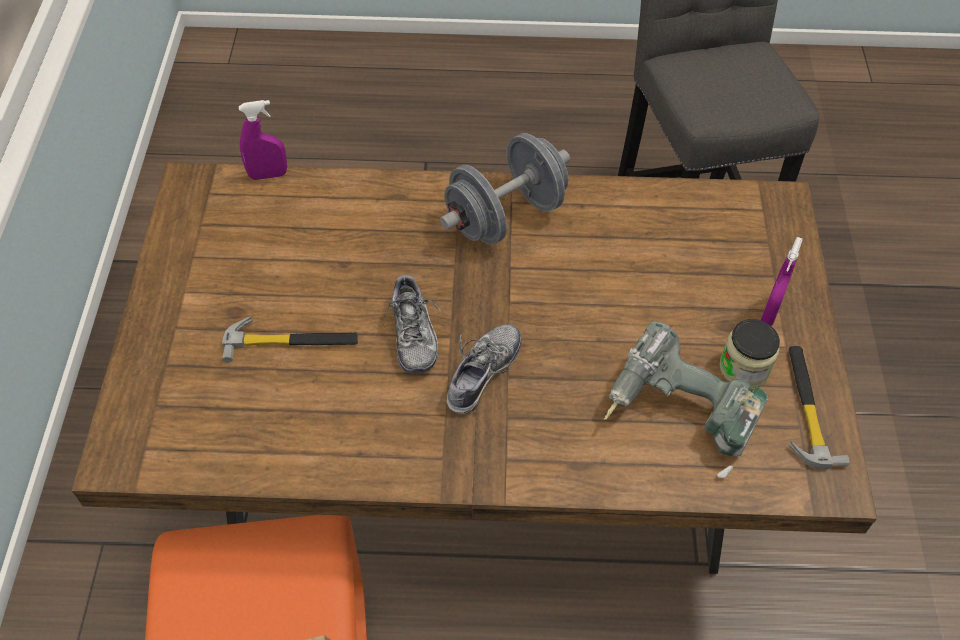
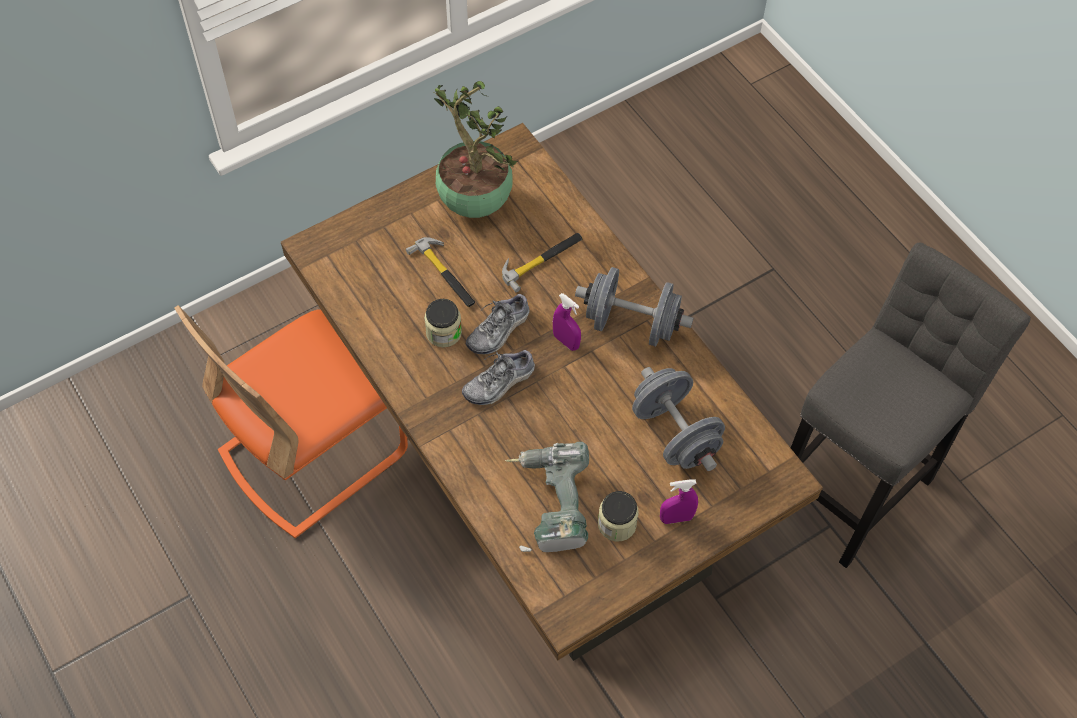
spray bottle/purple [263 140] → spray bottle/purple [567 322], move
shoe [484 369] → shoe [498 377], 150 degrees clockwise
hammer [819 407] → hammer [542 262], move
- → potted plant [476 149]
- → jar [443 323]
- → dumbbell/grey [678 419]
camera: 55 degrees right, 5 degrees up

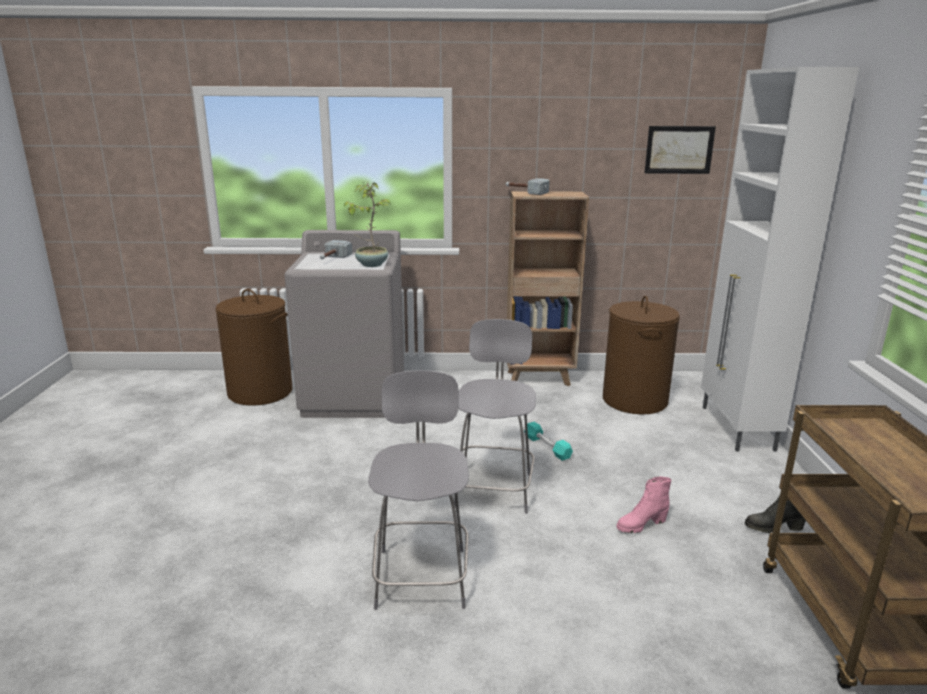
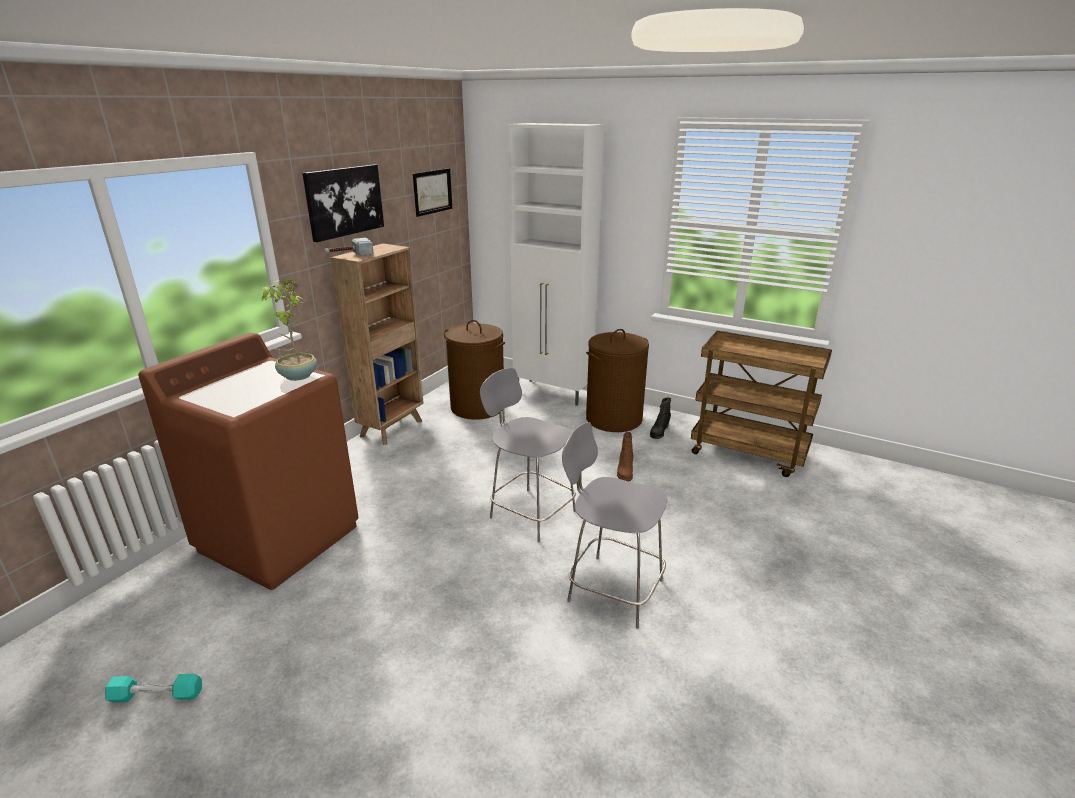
washing machine/grey [344 324] → washing machine/brown [248 461]
hammer [336 249] → -
laundry basket/brown [253 347] → laundry basket/brown [617 380], move
dumbbell/turquoise [548 441] → dumbbell/turquoise [153 688], move
boot/pink [643 504] → boot/brown [625 456]
- → picture [343 203]
camera: 60 degrees left, 5 degrees up

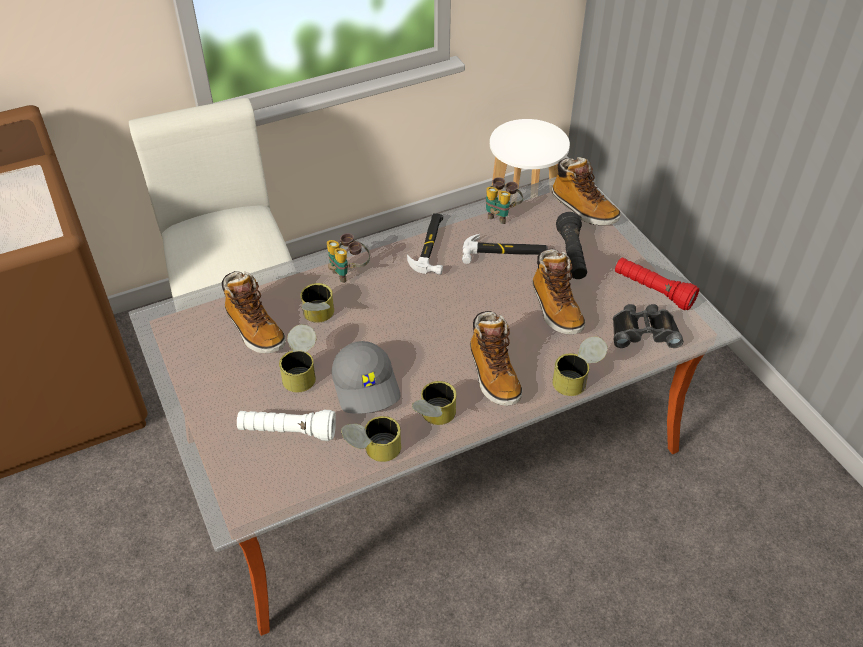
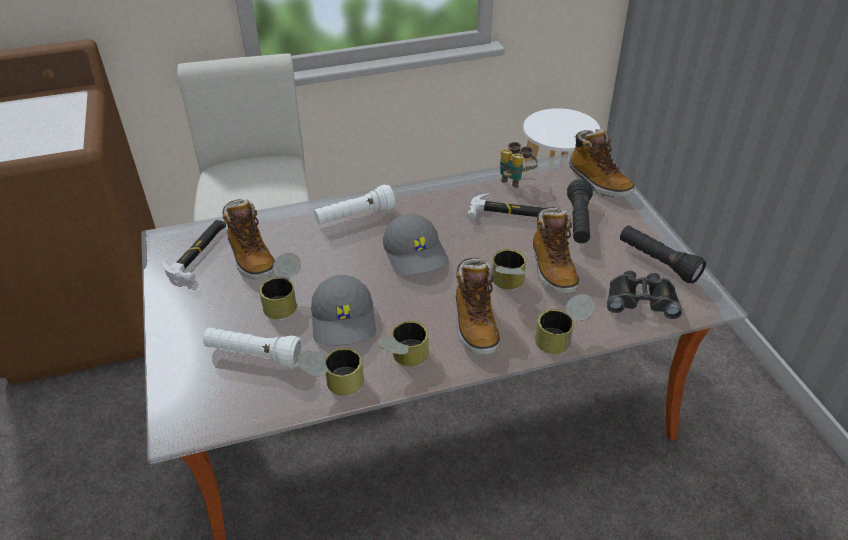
hammer [425 244] → hammer [194 251], move
binoculars [348 258] → flashlight/white [354 205]
flashlight/red [657 283] → flashlight/black [663 254]
can [317 303] → can [509 269], move
- → cap/grey [416 245]
camera: 10 degrees right, 5 degrees down

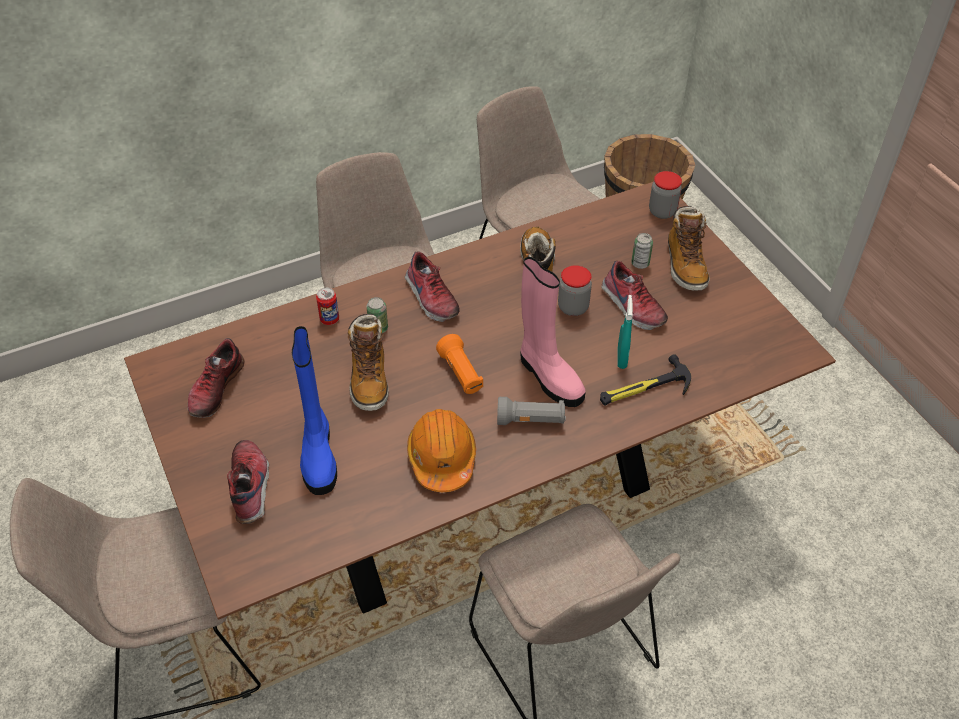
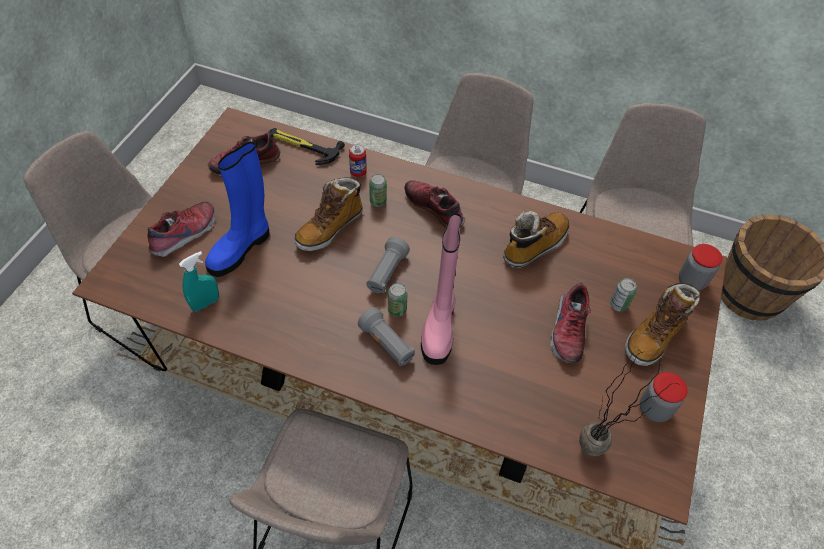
shoe [432 287] → shoe [434 204], 120 degrees clockwise
jar [575 290] → jar [664 397], move
spray bottle/turquoise [625 332] → spray bottle/turquoise [199 281], move
flashlight/orange [459 364] → flashlight/grey [388 265]
hammer [645 380] → hammer [307 146], move
hard hat/orange [441 450] → -
- → can [398 300]
- → potted plant [628 403]
camera: 45 degrees right, 5 degrees up

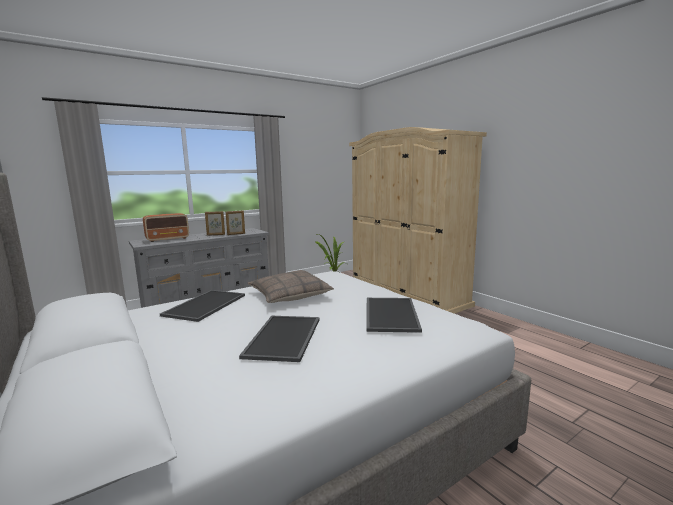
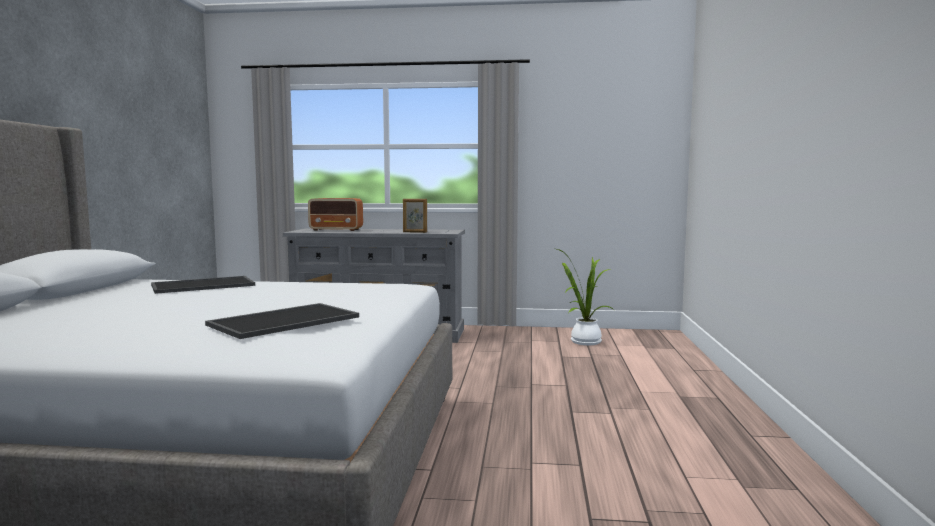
wardrobe/beige [418 220] → -
picture frame [215 223] → -
pillow [290 286] → -
tray [279 339] → -
camera: 40 degrees right, 5 degrees down

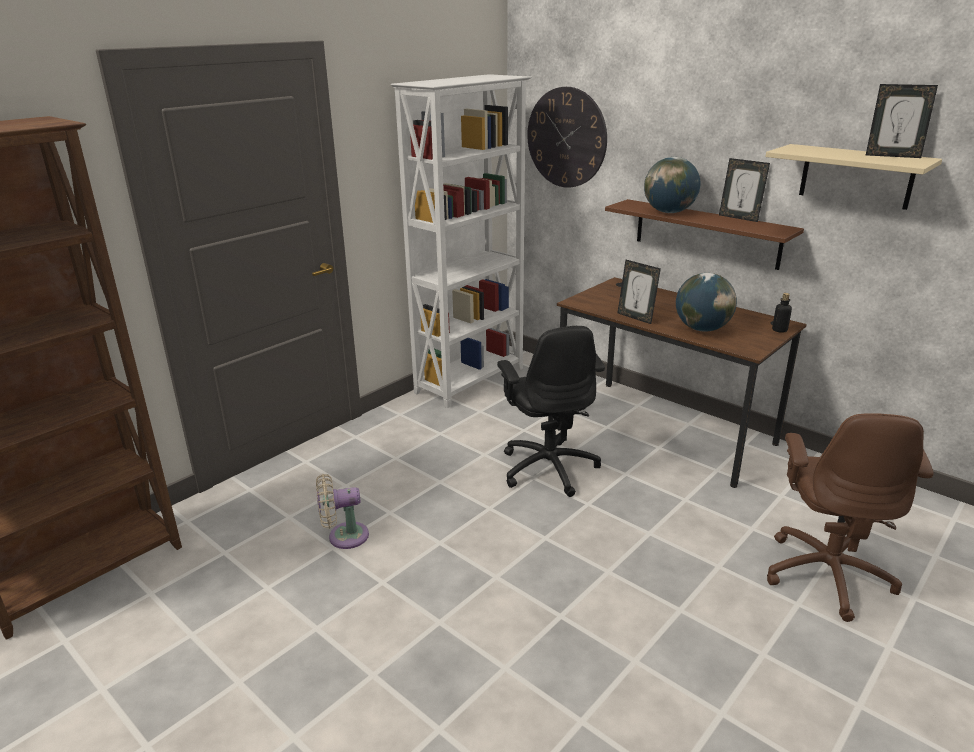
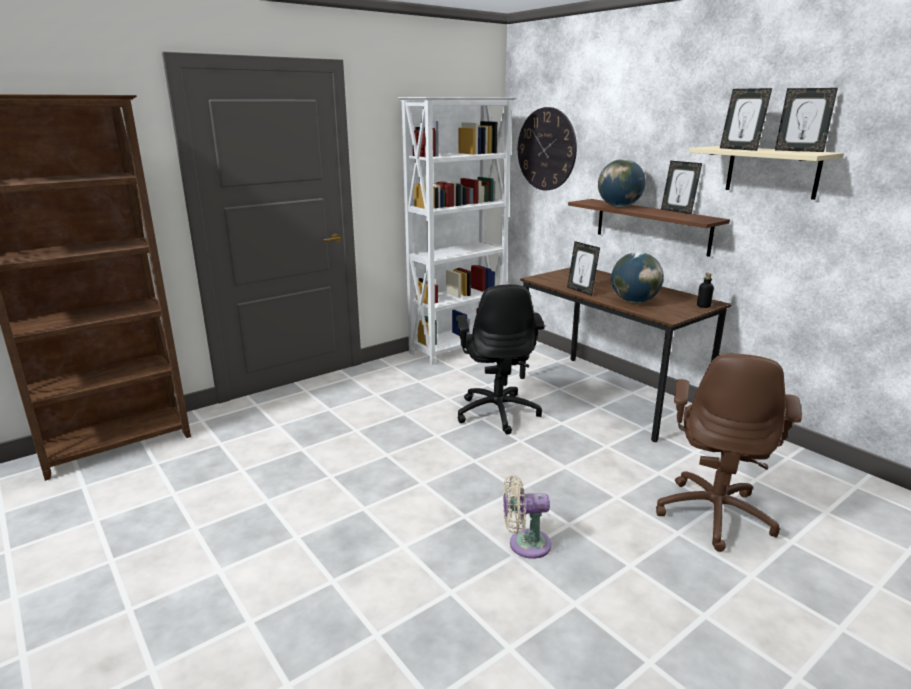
fan/beige [342 511] → fan/beige [527 517], move
- → picture frame [746 119]
camera: 10 degrees right, 5 degrees down

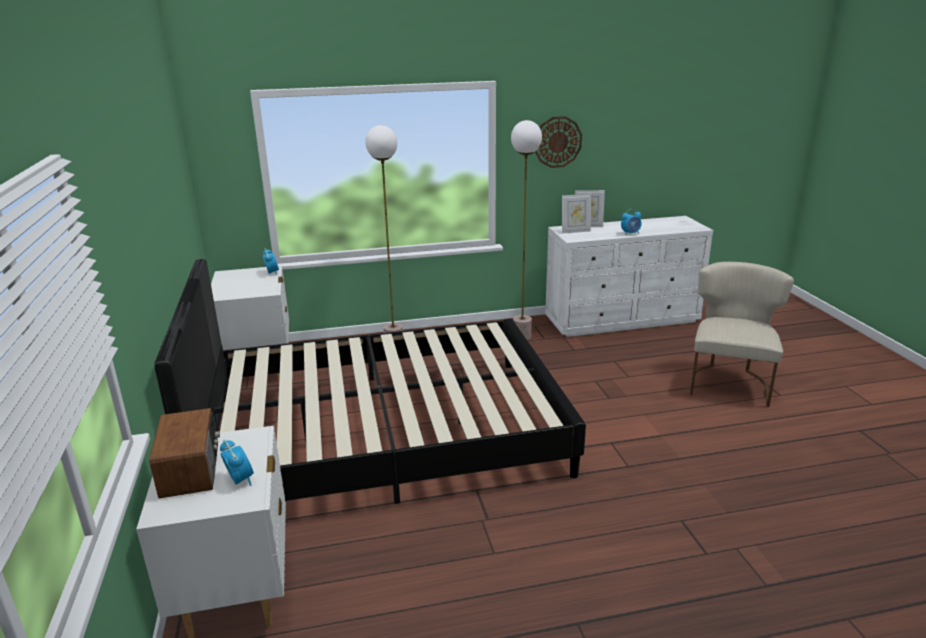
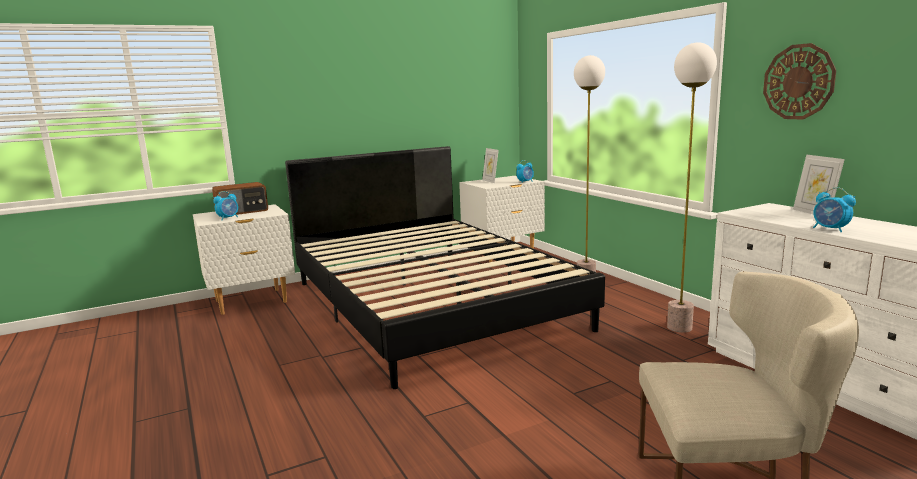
picture frame [576 213] → picture frame [490 165], move
camera: 75 degrees right, 10 degrees down

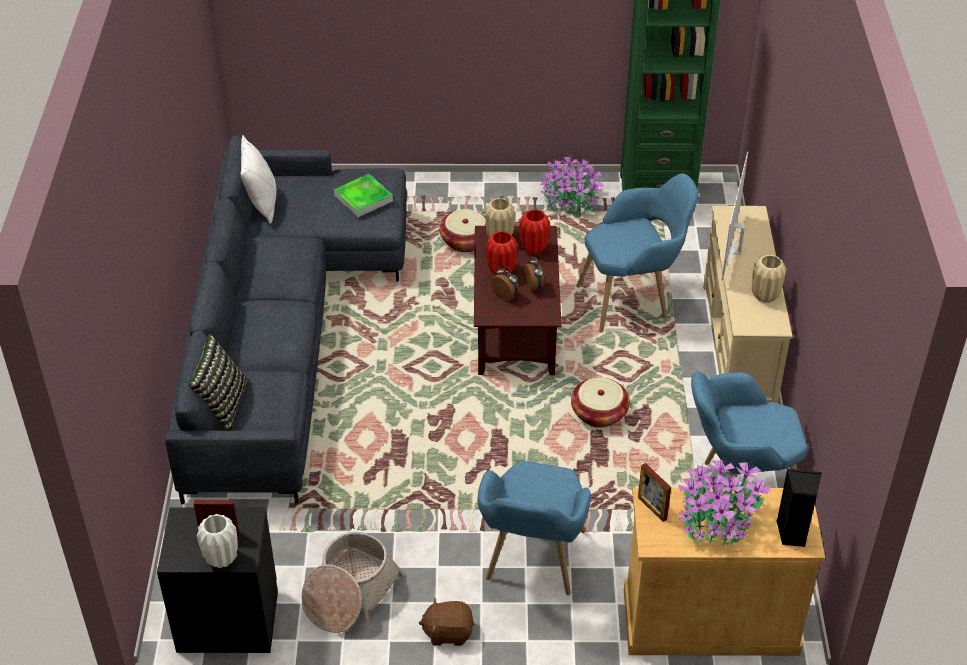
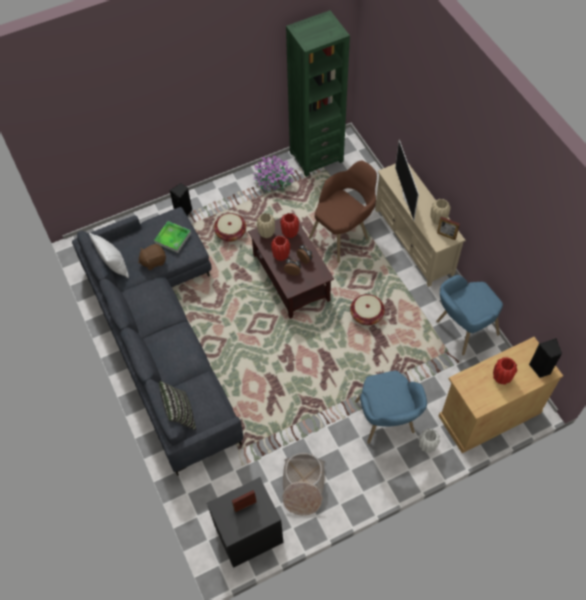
armchair/blue [637 253] → armchair/brown [343 211]
potted plant [724 502] → vase/red [505 370]
picture frame [654 492] → picture frame [448 228], move
vase/white [217 541] → vase/white [429 441], move
plush toy/brown [447 622] → plush toy/brown [152 257], move
- → speaker/black [181 199]
camera: 25 degrees left, 15 degrees up

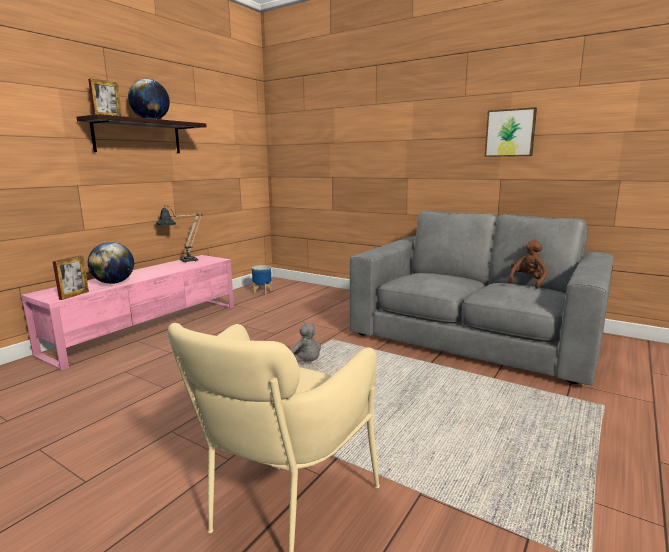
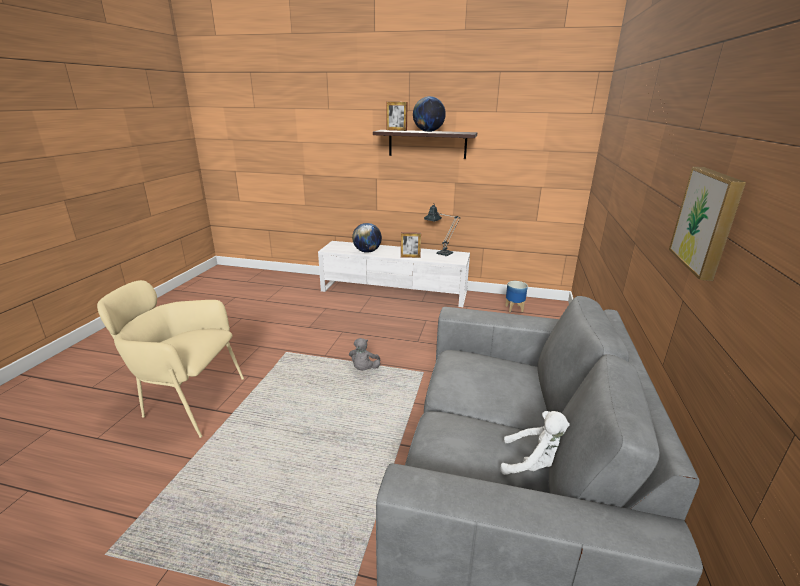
plush toy/brown [528 264] → plush toy/white [535 443]
tv stand/pink [127 312] → tv stand/white [394 274]
picture frame [70 277] → picture frame [411 245], move
camera: 70 degrees right, 10 degrees up

